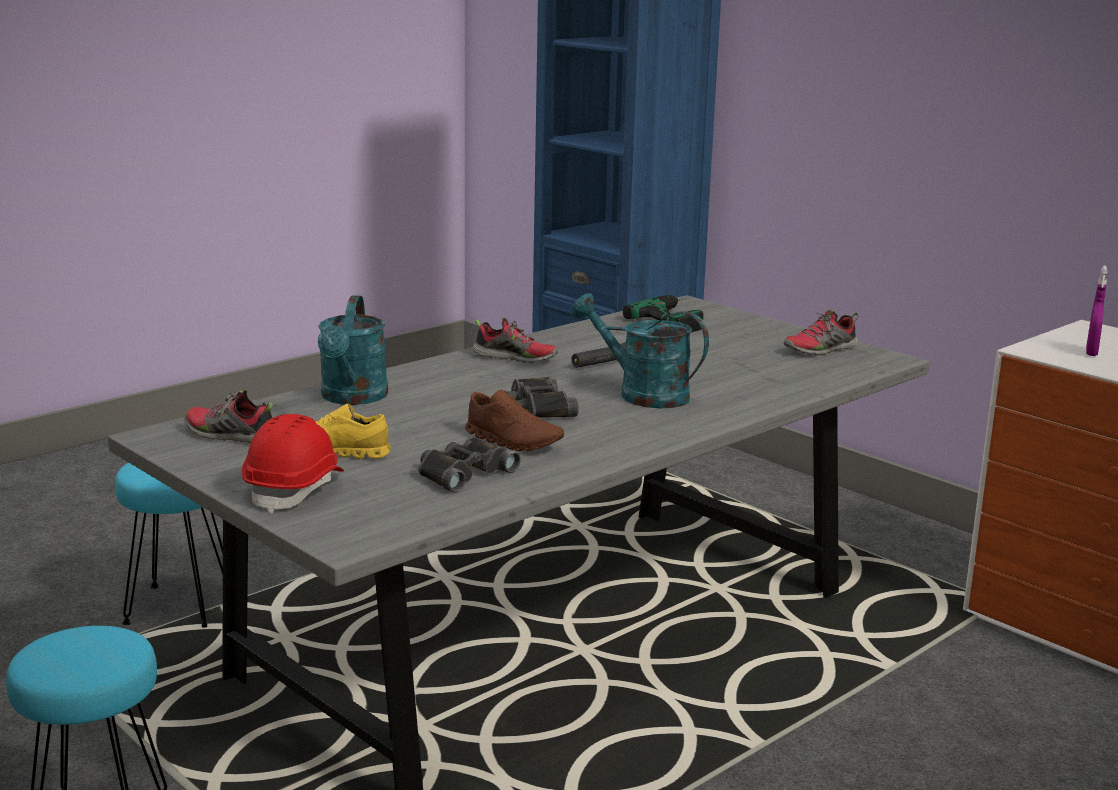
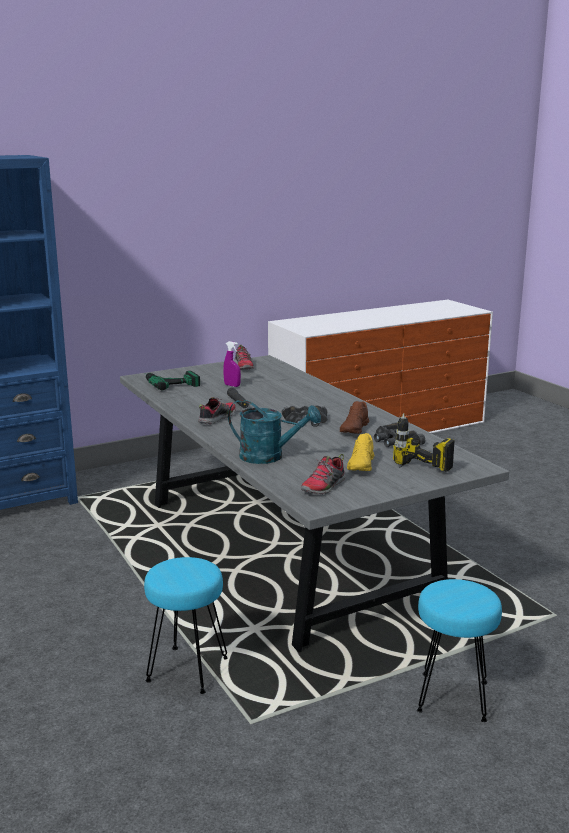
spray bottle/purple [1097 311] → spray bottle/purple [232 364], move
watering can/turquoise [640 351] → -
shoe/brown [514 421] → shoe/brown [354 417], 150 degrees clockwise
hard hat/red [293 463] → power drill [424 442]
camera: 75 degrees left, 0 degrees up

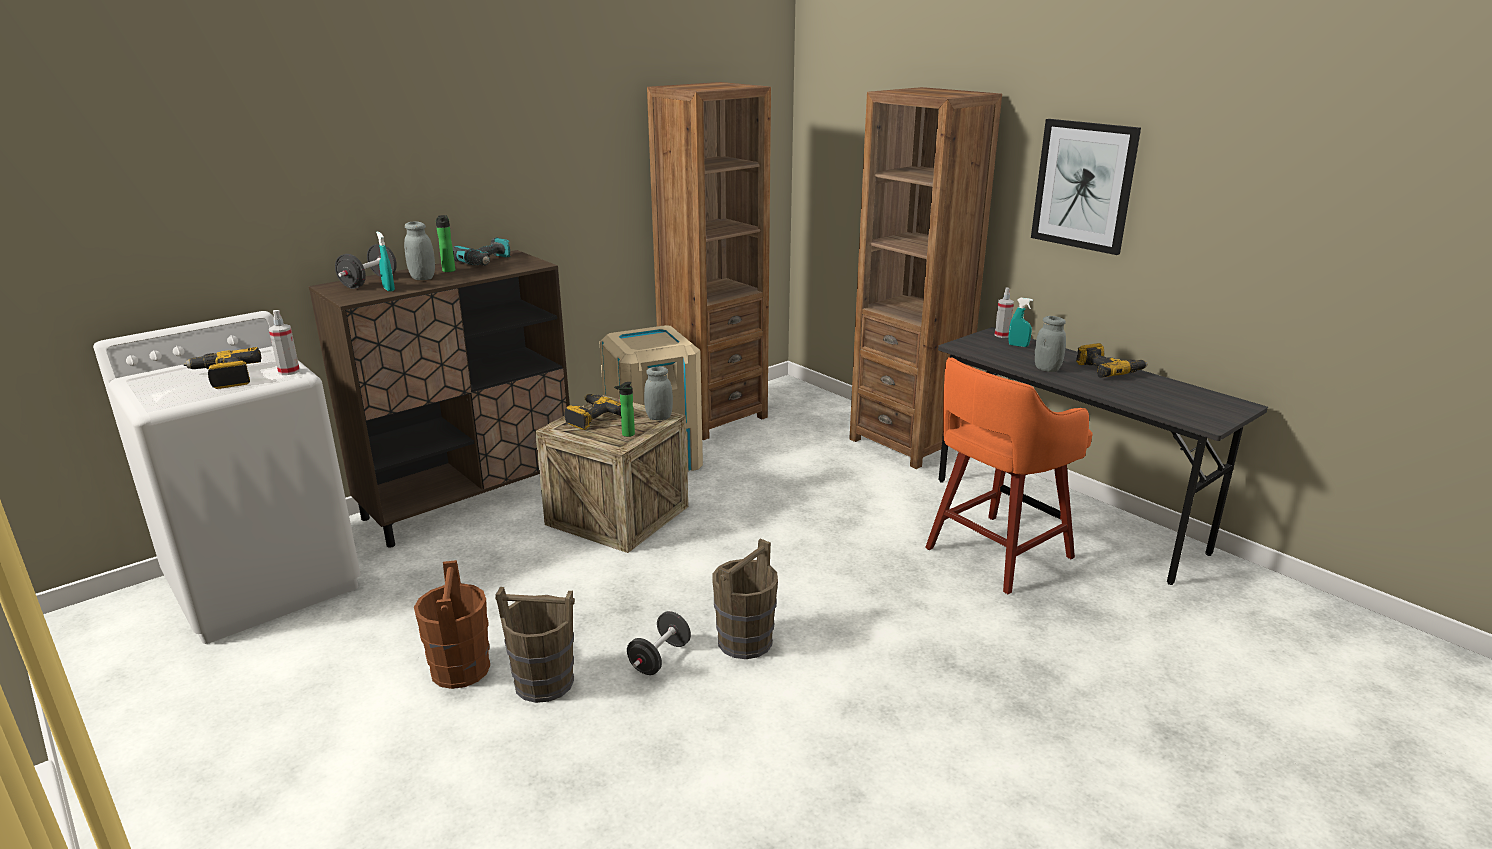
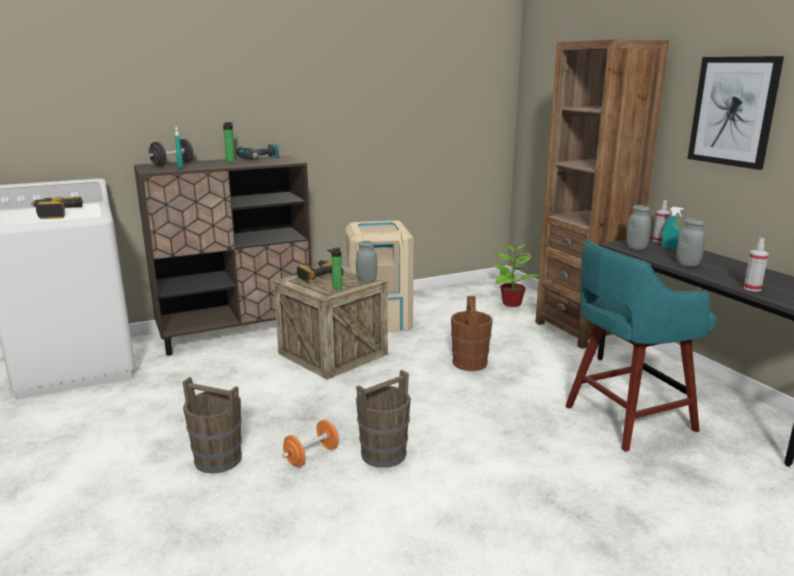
bookcase/brown [709 261] → -
jar/grey [419 251] → jar/grey [638 227], move
spray bottle [284 342] → spray bottle [756 265], move
power drill [1111 360] → -
stool/orange [1009 475] → stool/turquoise [641 346]
bucket/brown [452 624] → bucket/brown [472 333], move
dumbbell/black [659 643] → dumbbell/orange [310 443]
- → potted plant [514 275]
camera: 15 degrees right, 5 degrees down

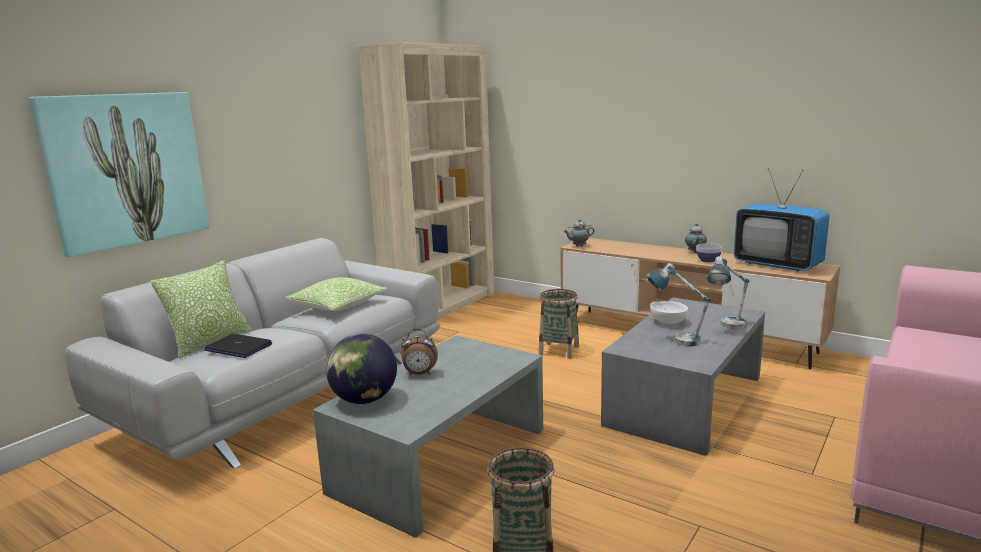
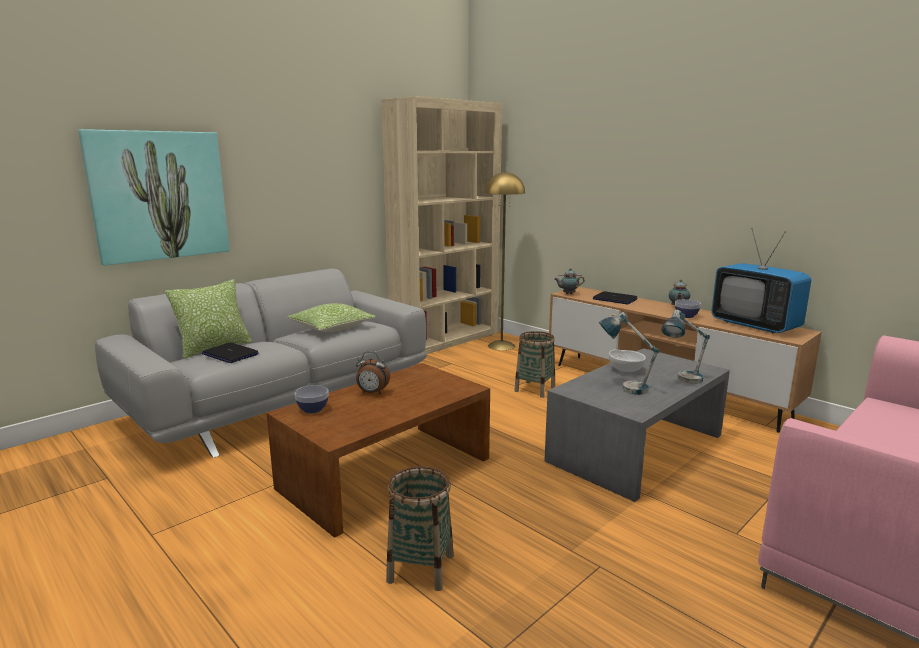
globe [361 369] → bowl [311 399]
coffee table/grey [428 436] → coffee table/brown [378 450]
- → floor lamp/yellow [505 260]
- → laptop [615 297]
camera: 10 degrees right, 0 degrees up

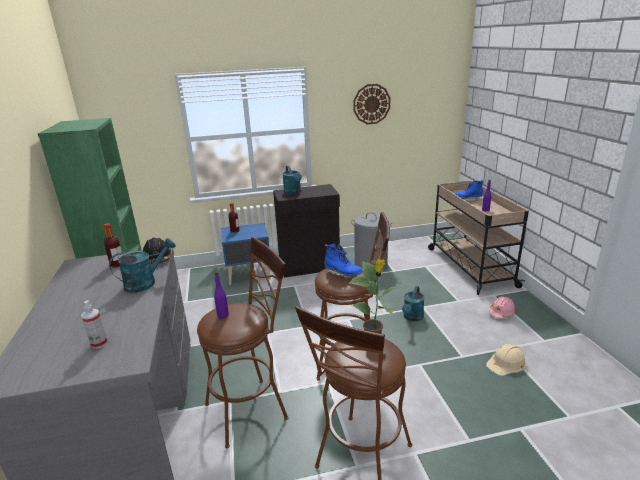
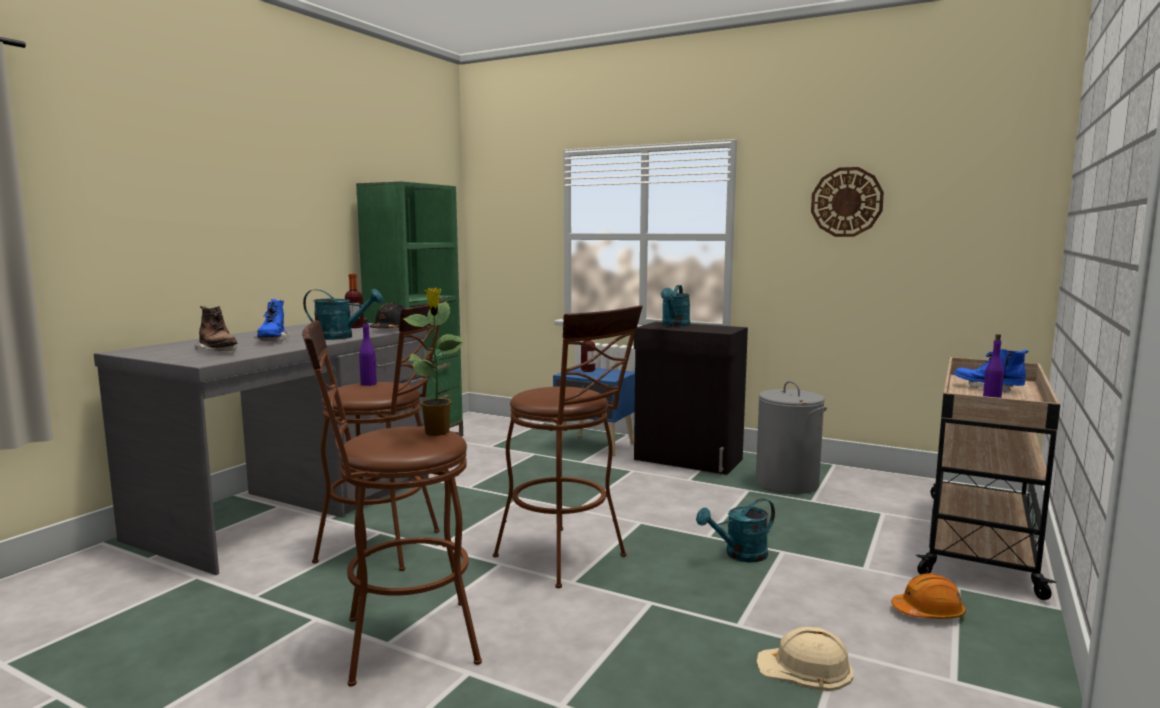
boot/blue [344 261] → boot/blue [271 320], move
hard hat/pink [502 307] → hard hat/orange [928 596]
spray bottle [94 324] → boot/brown [216 328]
camera: 40 degrees right, 15 degrees down

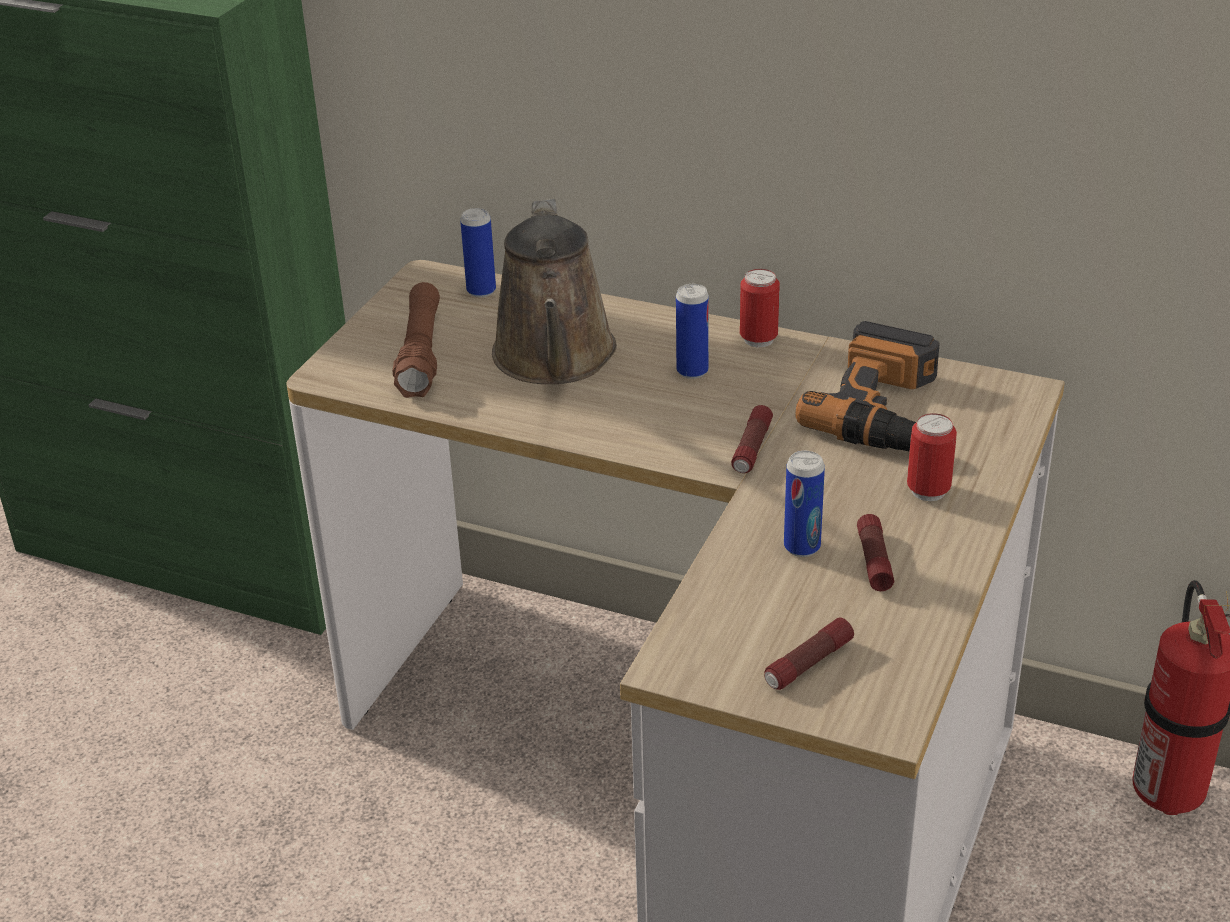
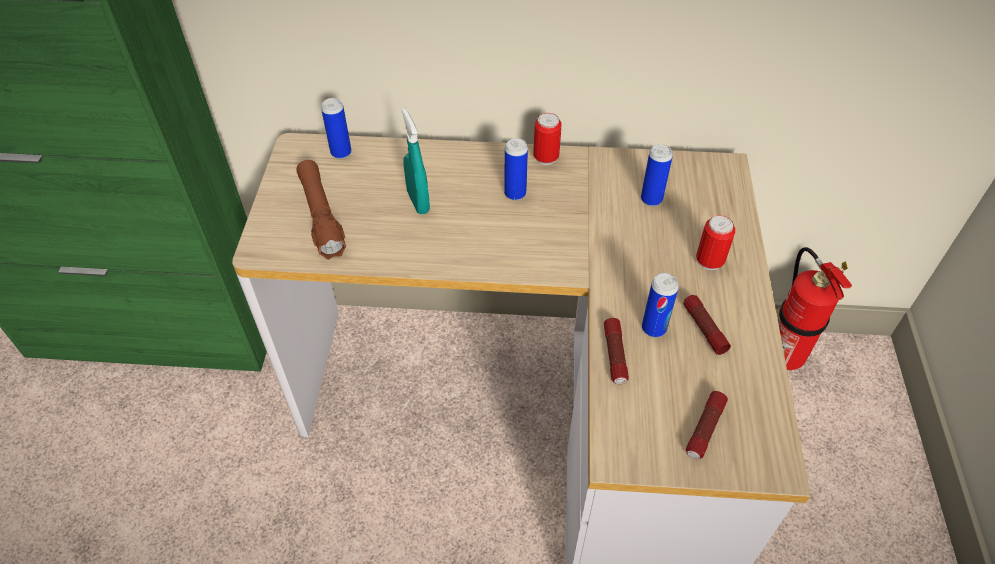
watering can/brown [554 291] → spray bottle/turquoise [416 161]
power drill [867 386] → can [657 175]
flashlight [752 439] → flashlight [616 351], move
camera: 20 degrees left, 15 degrees up

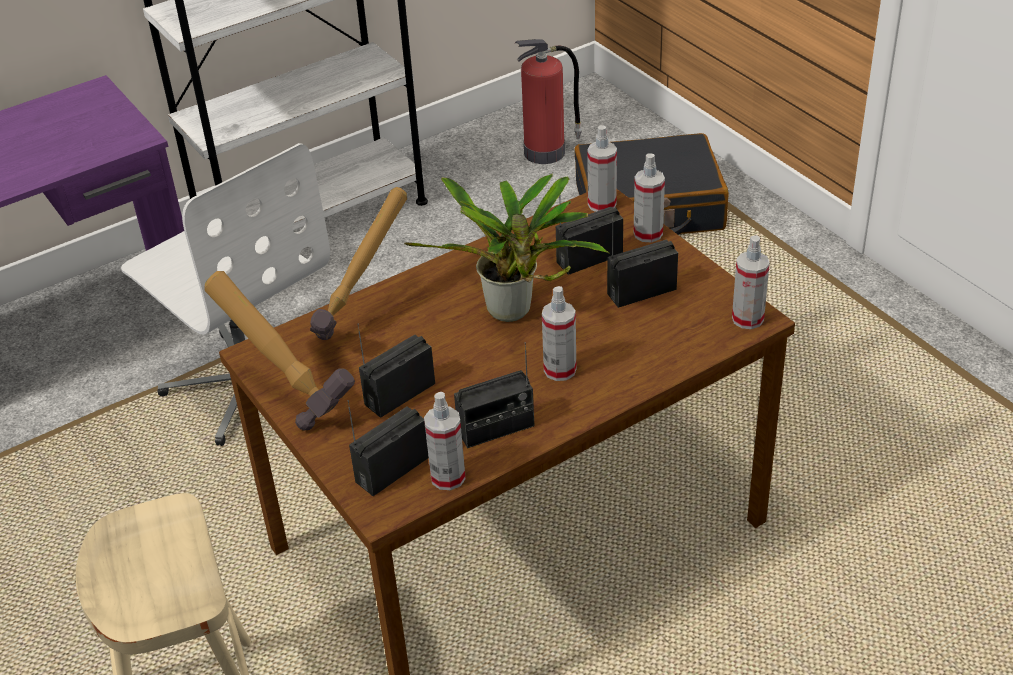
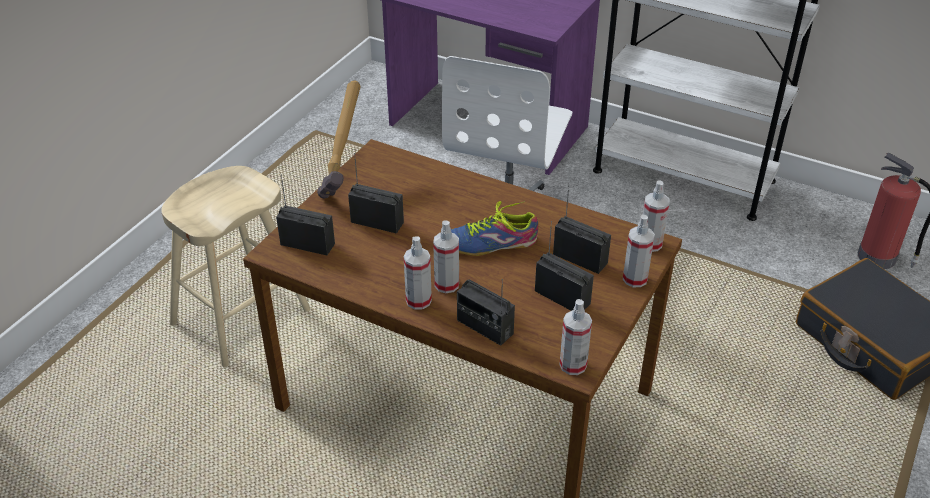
potted plant [507 247] → shoe [494 228]
hammer [358 263] → -
radio [494 395] → radio [486 312], move
spray bottle [445 441] → spray bottle [418 273], move
camera: 60 degrees right, 0 degrees up

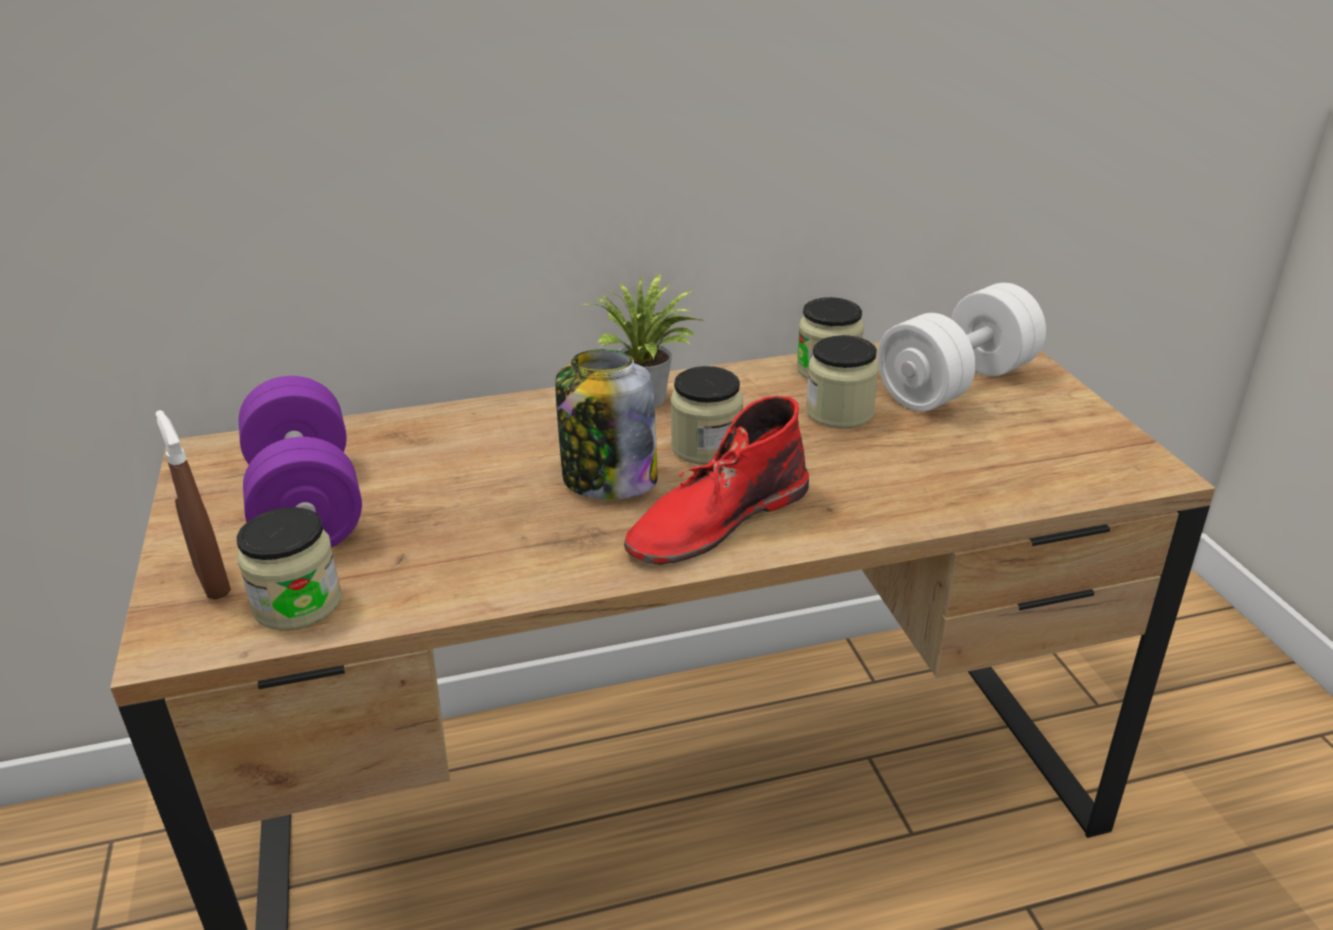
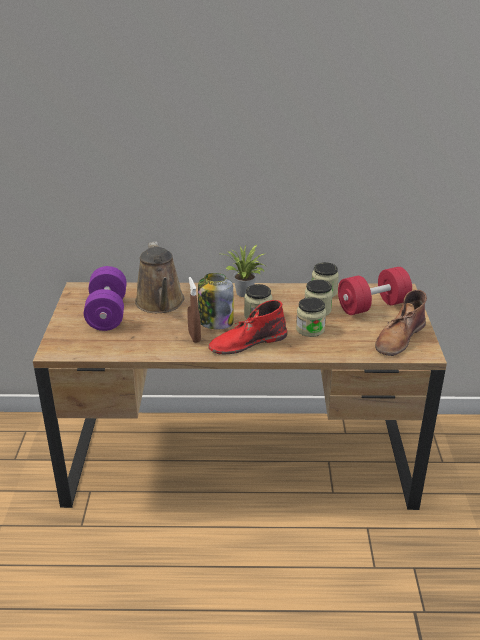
dumbbell/white [961 347] → dumbbell/red [375 291]
spray bottle/brown [193 505] → spray bottle/brown [194 310], move
jar [289 568] → jar [311 317], move
- → watering can/brown [160 277]
- → boot/brown [401 323]
camera: 15 degrees right, 0 degrees up

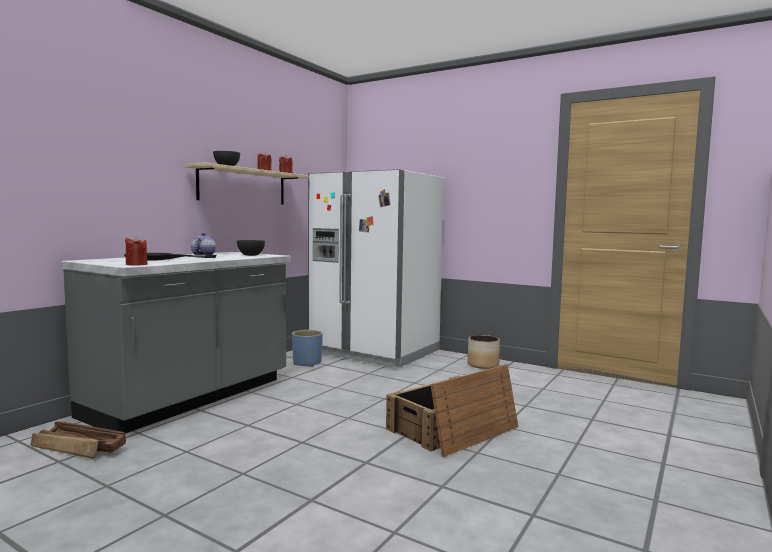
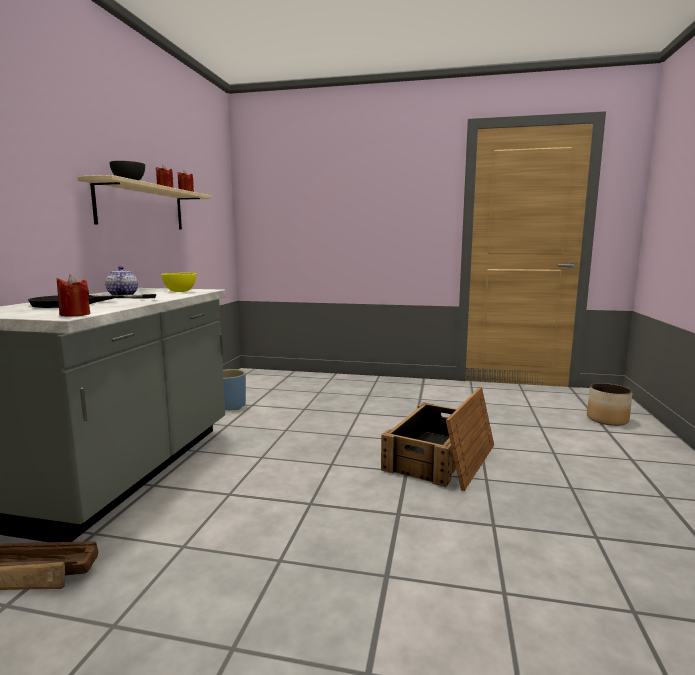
fridge/white [376 268] → -
bowl/grey [251 248] → bowl/yellow [178 282]
planter [483 352] → planter [610 404], move
camera: 20 degrees left, 5 degrees up

